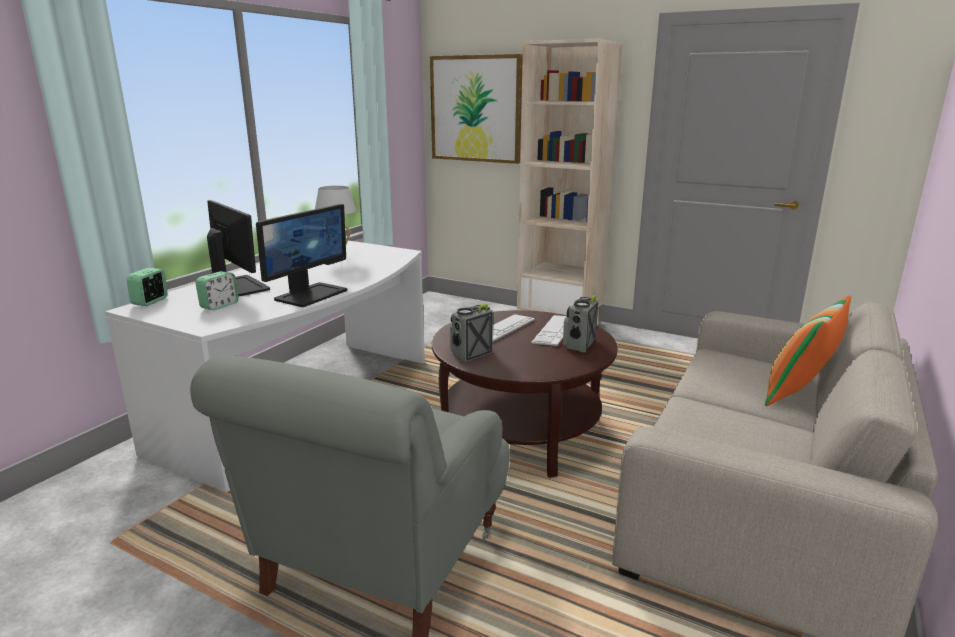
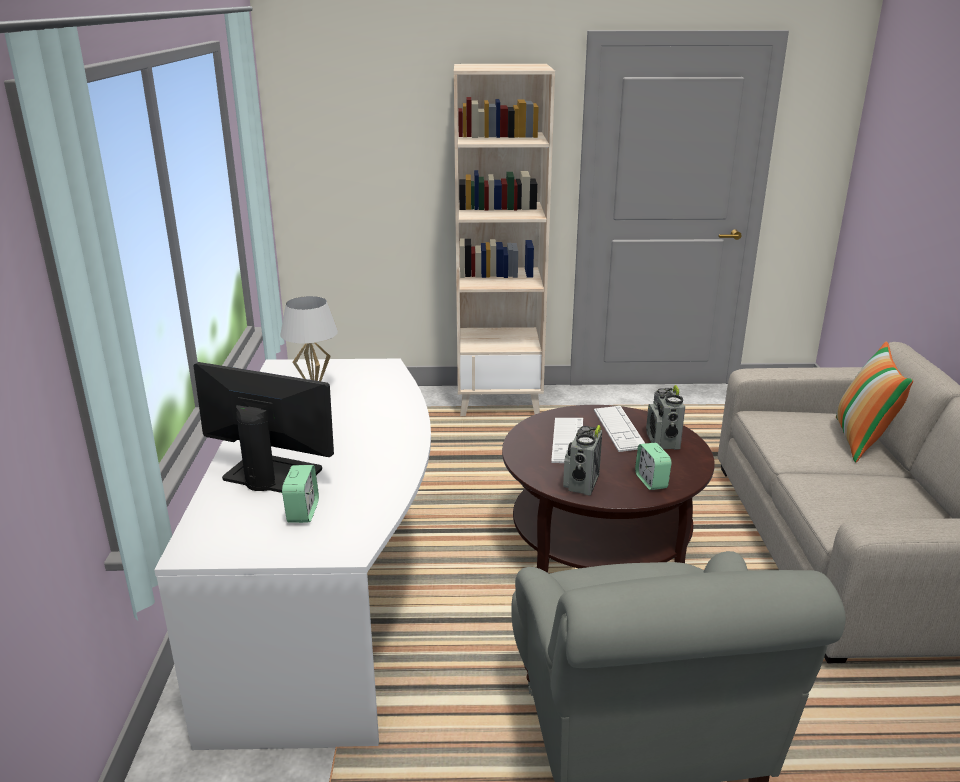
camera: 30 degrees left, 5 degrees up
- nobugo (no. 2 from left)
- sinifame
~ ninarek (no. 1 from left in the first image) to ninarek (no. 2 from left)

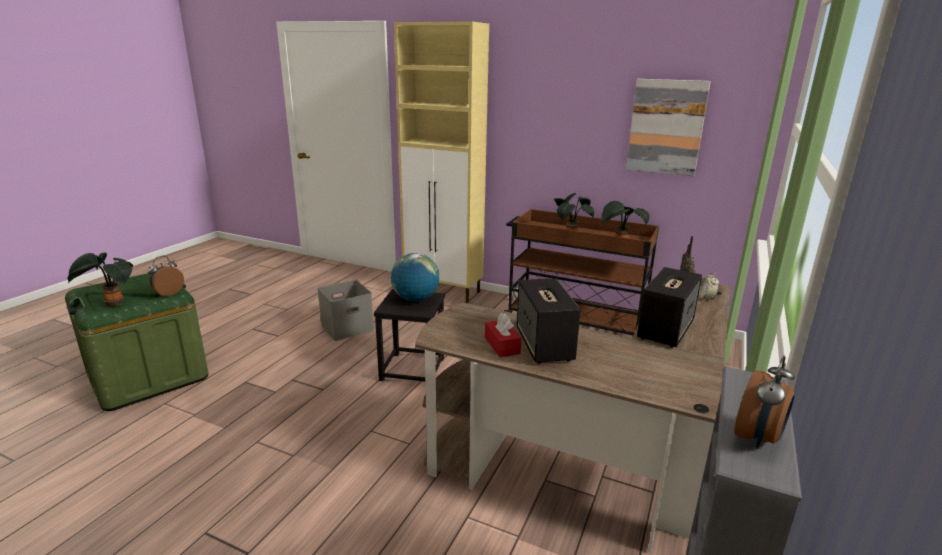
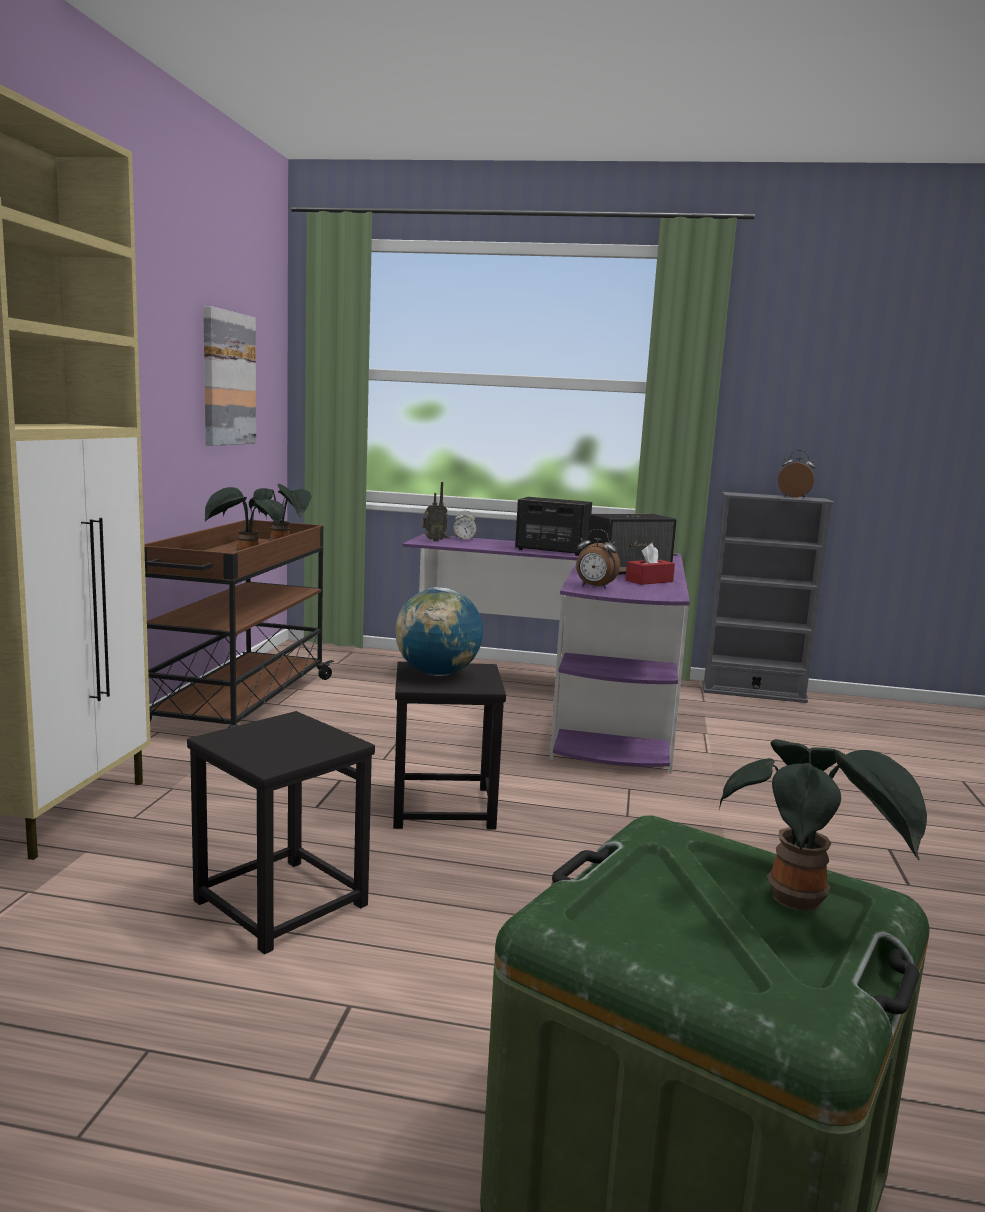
camera: 105 degrees left, 10 degrees down
~ ninarek (no. 1 from left in the first image) to ninarek (no. 2 from left)
~ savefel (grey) to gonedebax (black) (no. 1 from left)
~ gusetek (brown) to gusetek (purple)

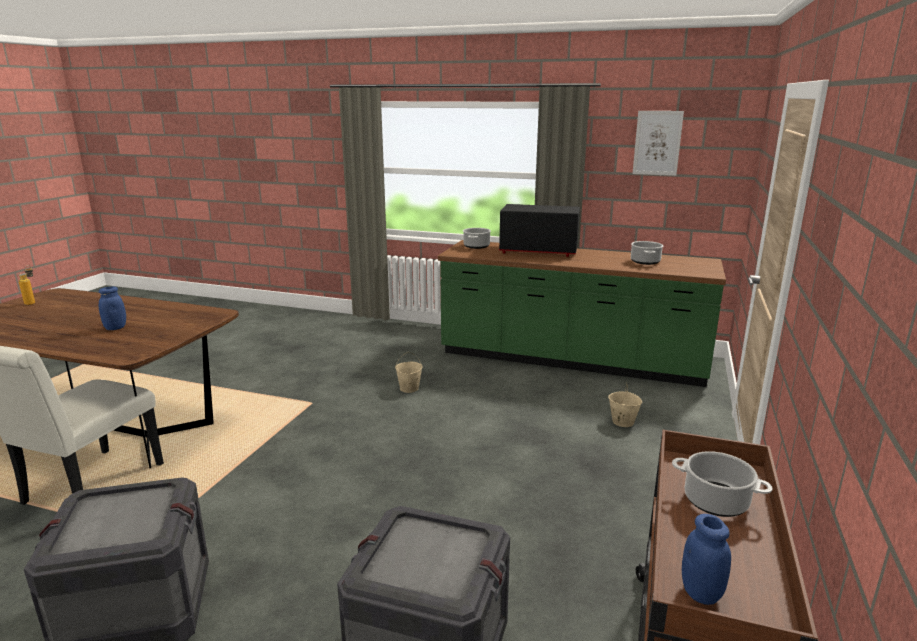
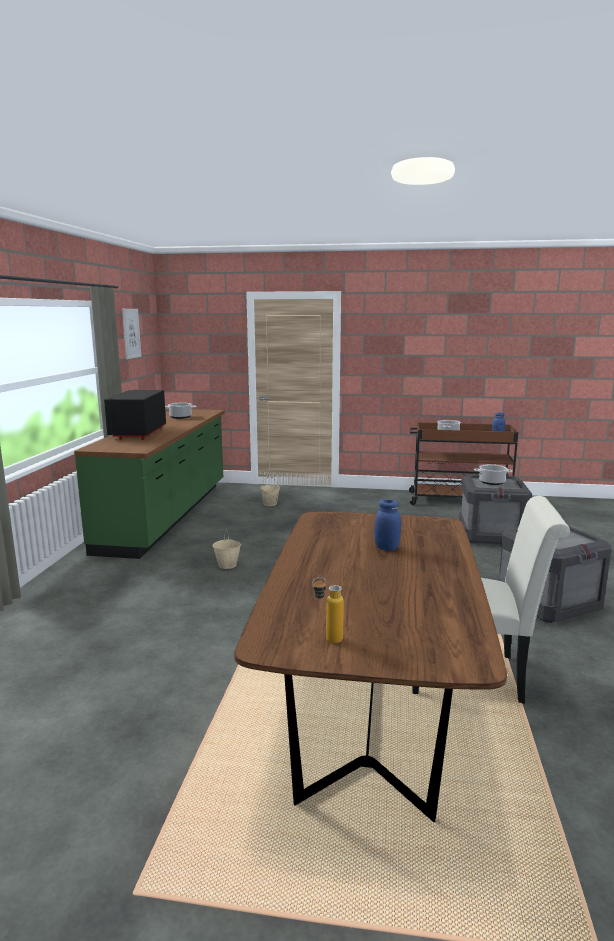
camera: 100 degrees left, 5 degrees down
~ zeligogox (no. 1 from left in the first image) to zeligogox (no. 3 from left)

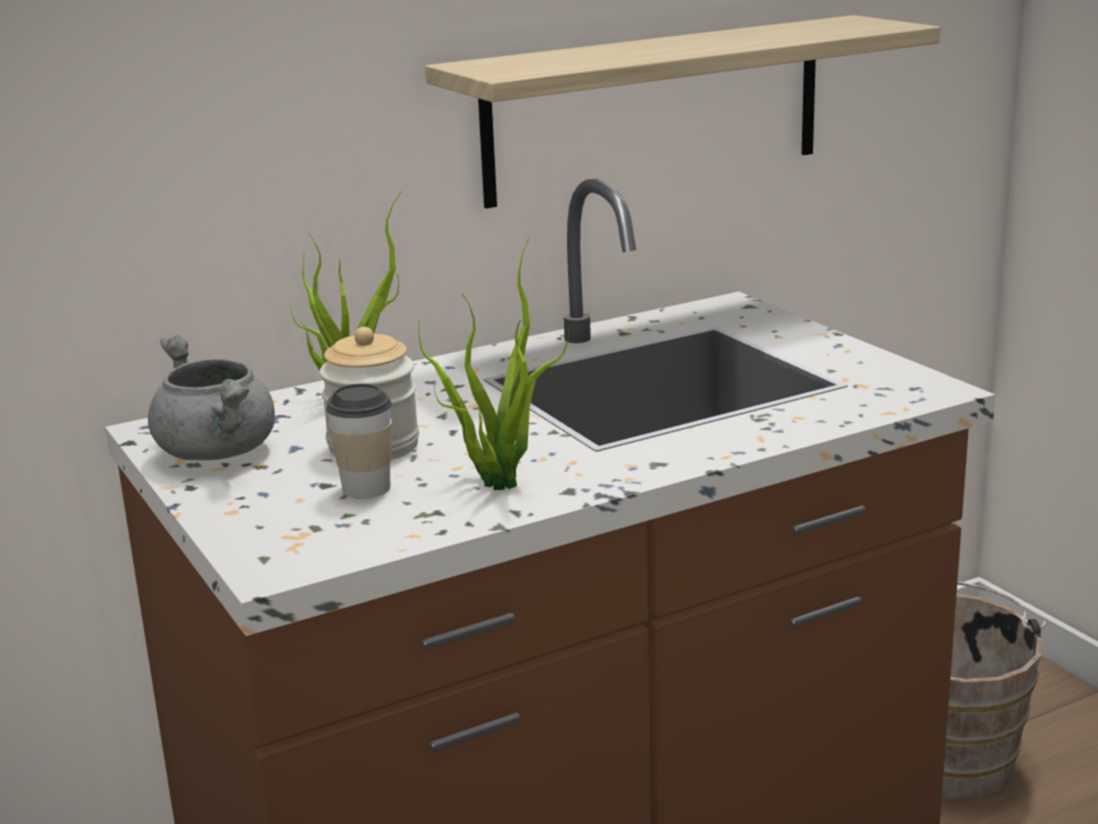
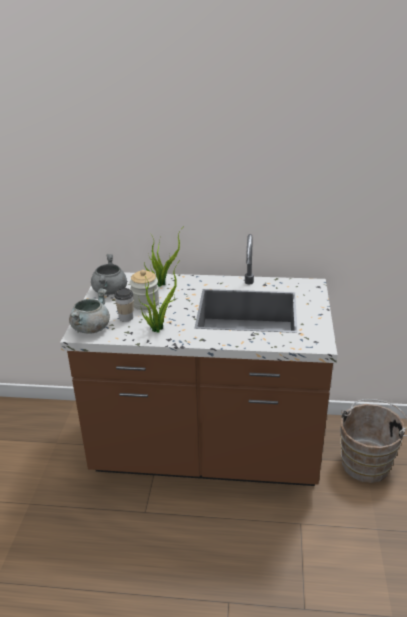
camera: 35 degrees right, 10 degrees up
- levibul
+ zeligogox (grey) (no. 1 from left)

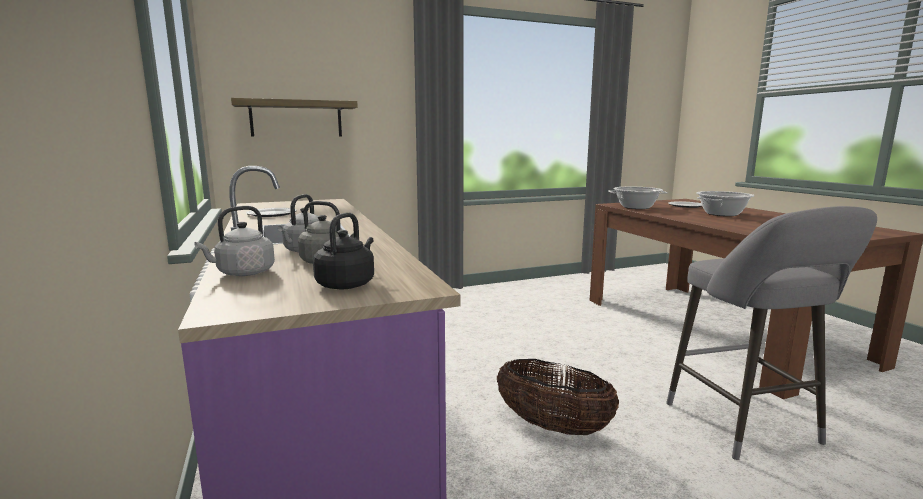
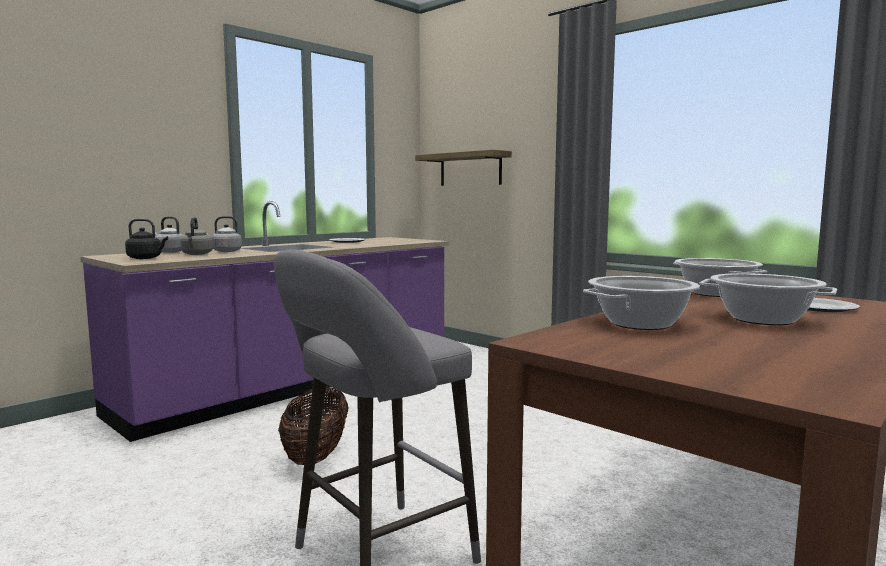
camera: 65 degrees right, 5 degrees down
+ zeligogox (no. 1 from left)

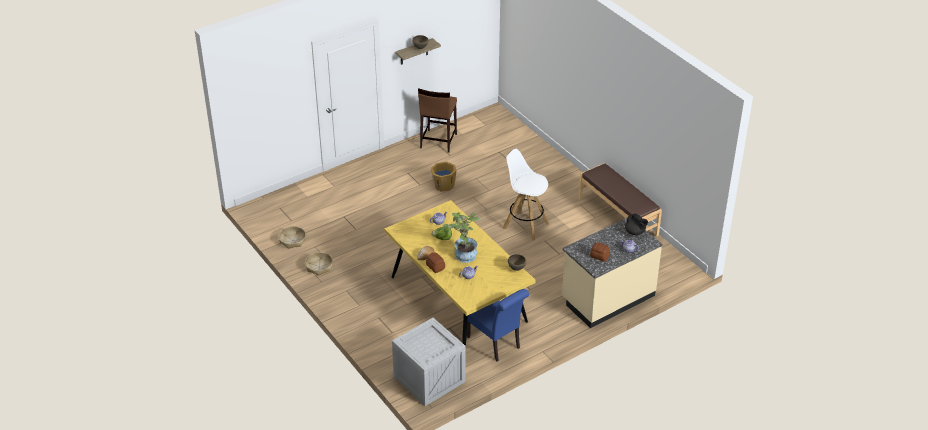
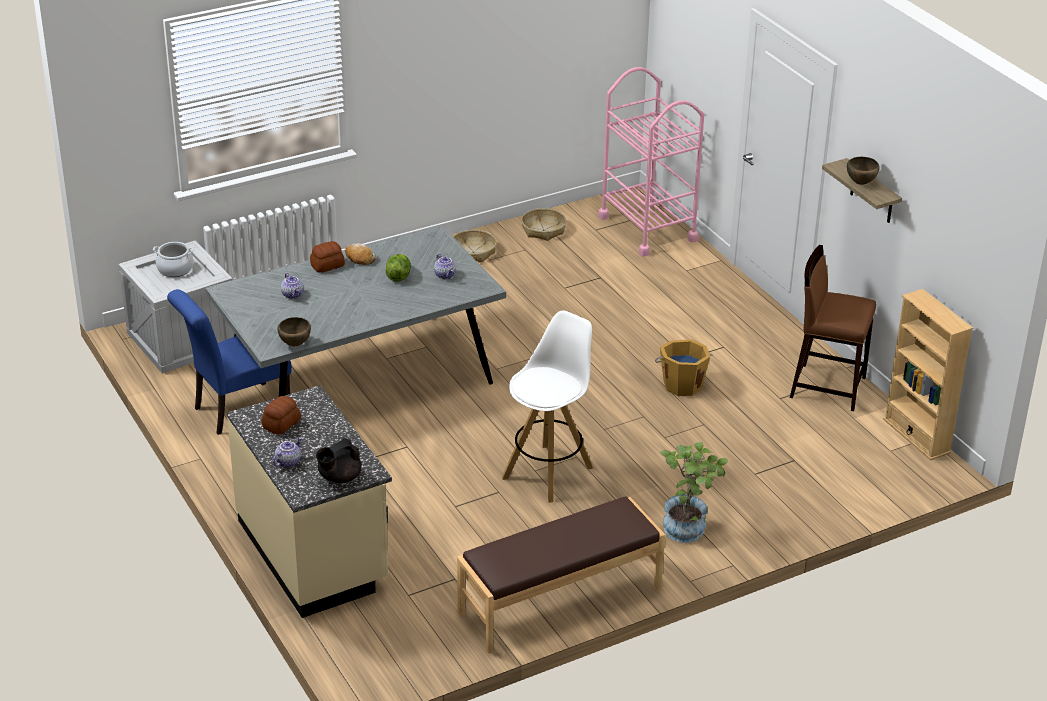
camera: 95 degrees right, 5 degrees down
+ zeligogox
+ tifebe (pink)
+ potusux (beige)
~ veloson
~ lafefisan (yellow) to lafefisan (grey)

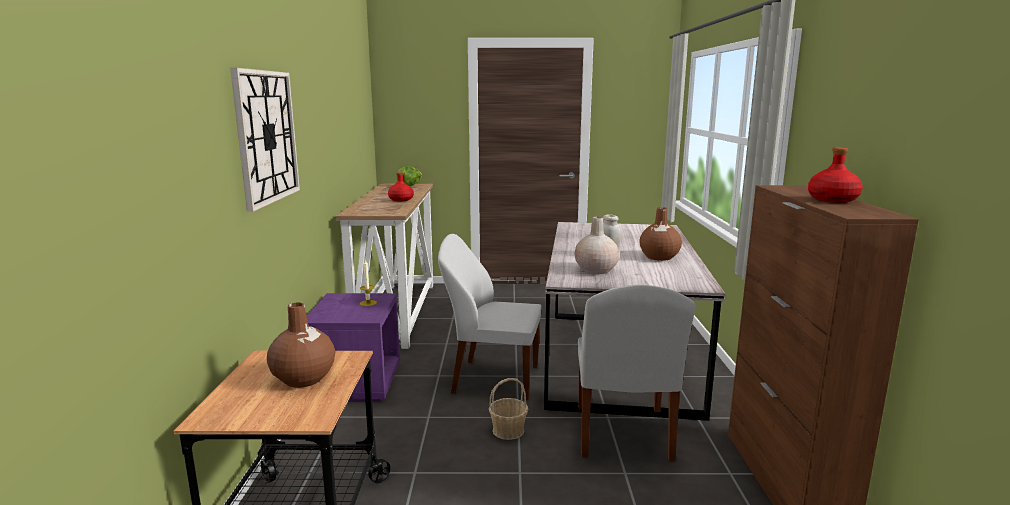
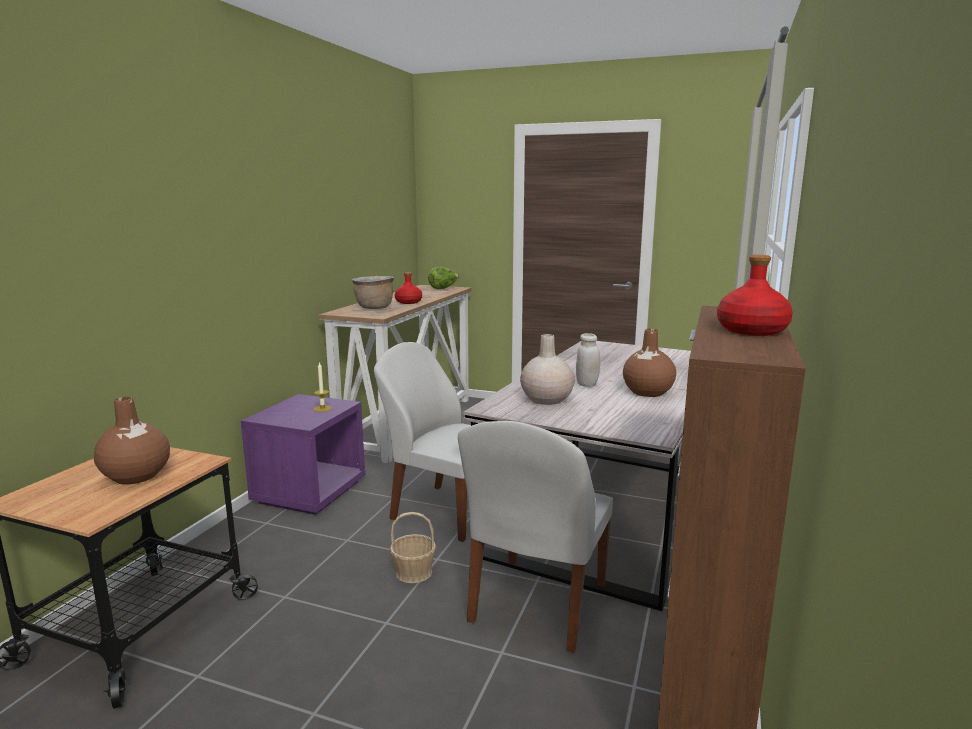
camera: 20 degrees right, 0 degrees up
- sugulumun
+ zeligogox (brown)

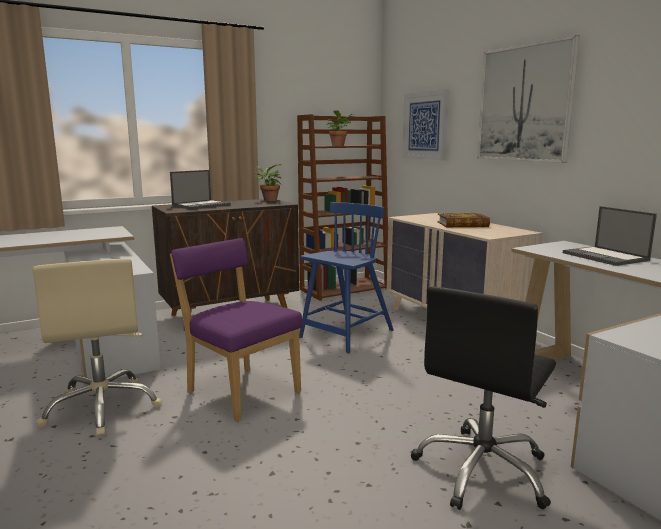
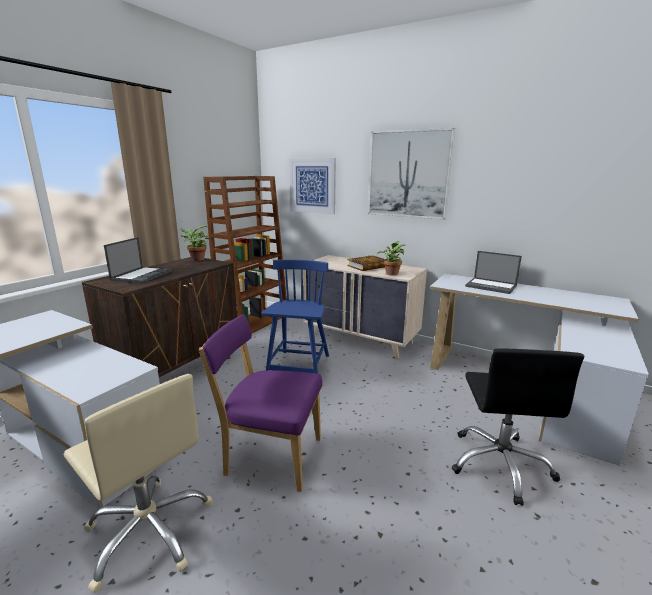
camera: 30 degrees left, 5 degrees up
~ veloson (no. 2 from left)

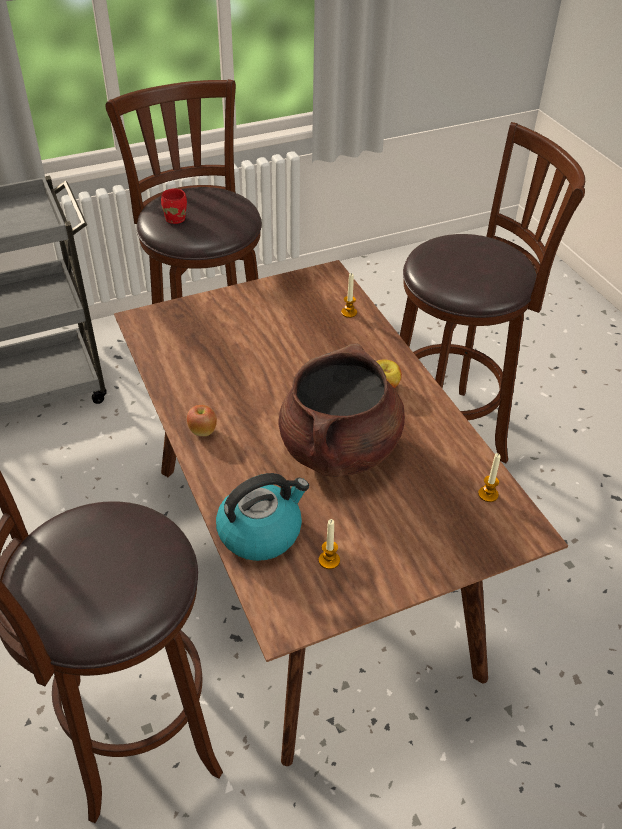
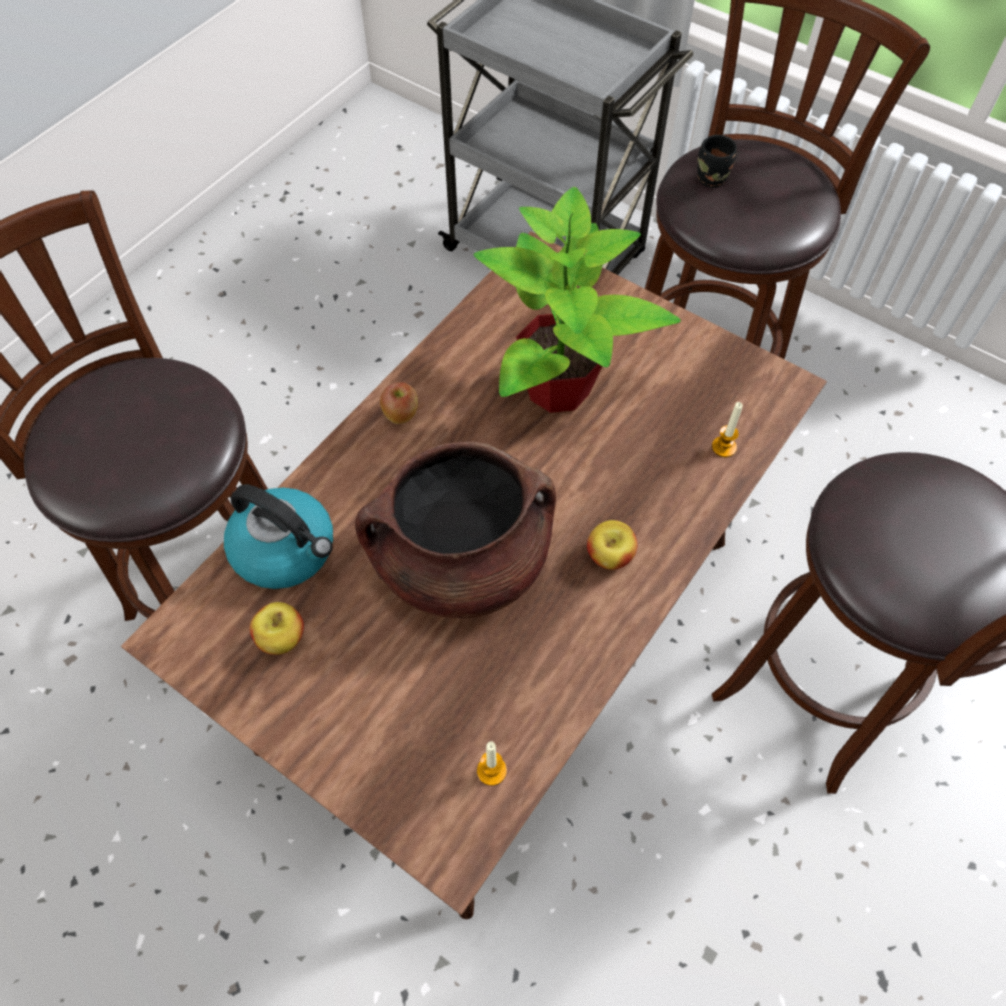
camera: 60 degrees right, 15 degrees up
+ veloson
~ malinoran (no. 1 from left) to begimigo (no. 1 from left)
~ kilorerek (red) to kilorerek (black)

